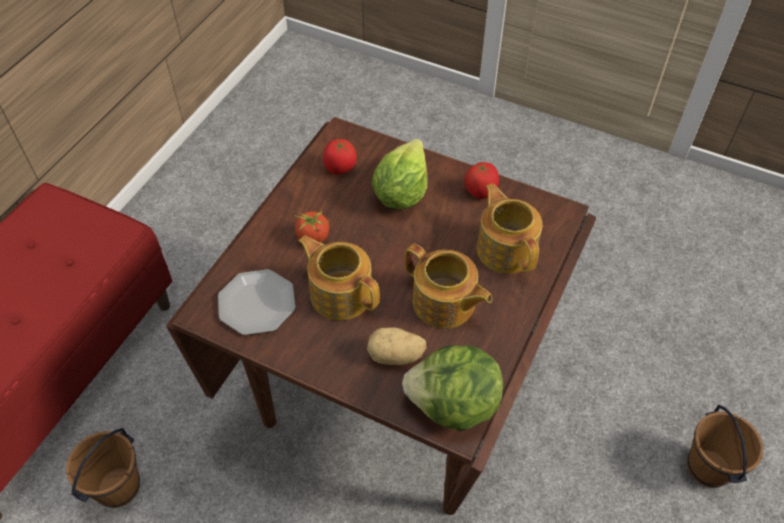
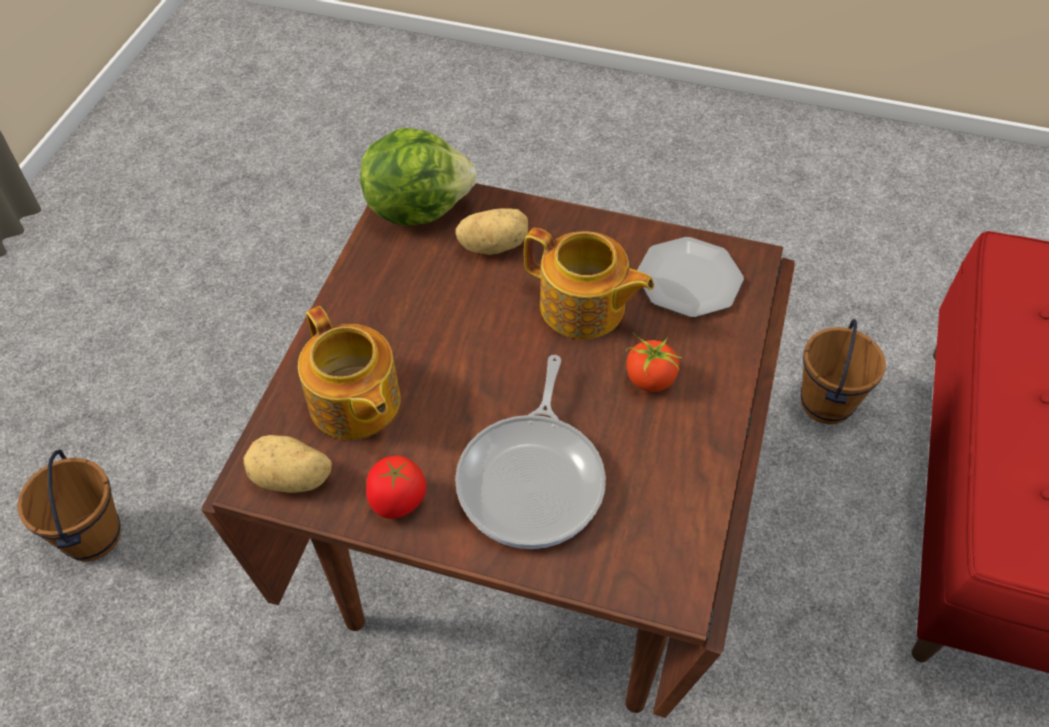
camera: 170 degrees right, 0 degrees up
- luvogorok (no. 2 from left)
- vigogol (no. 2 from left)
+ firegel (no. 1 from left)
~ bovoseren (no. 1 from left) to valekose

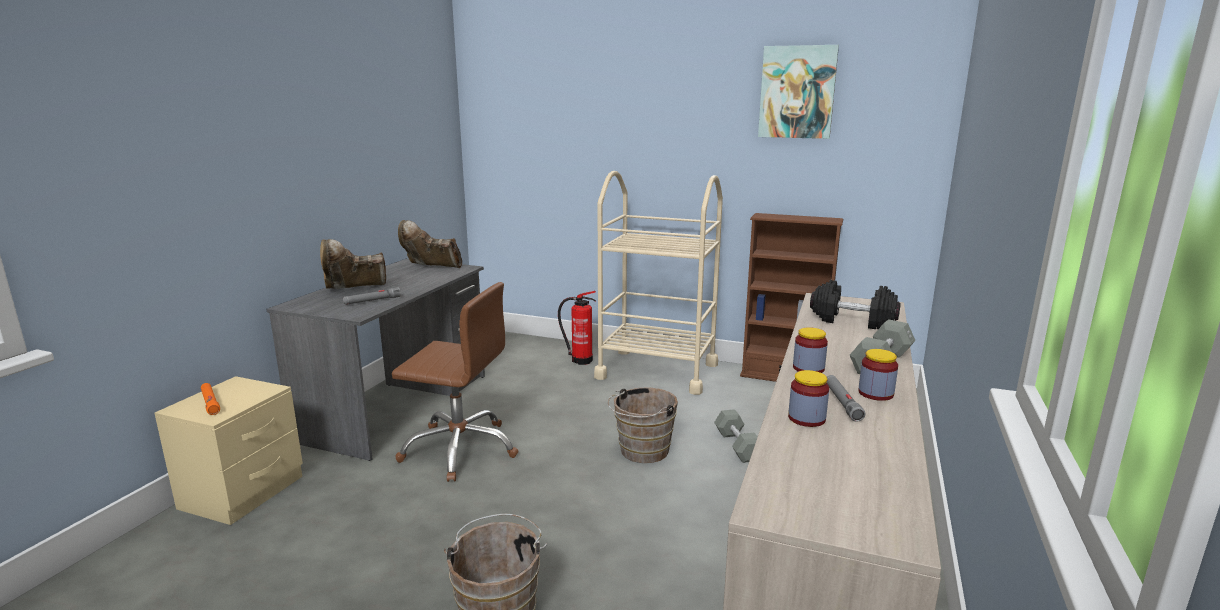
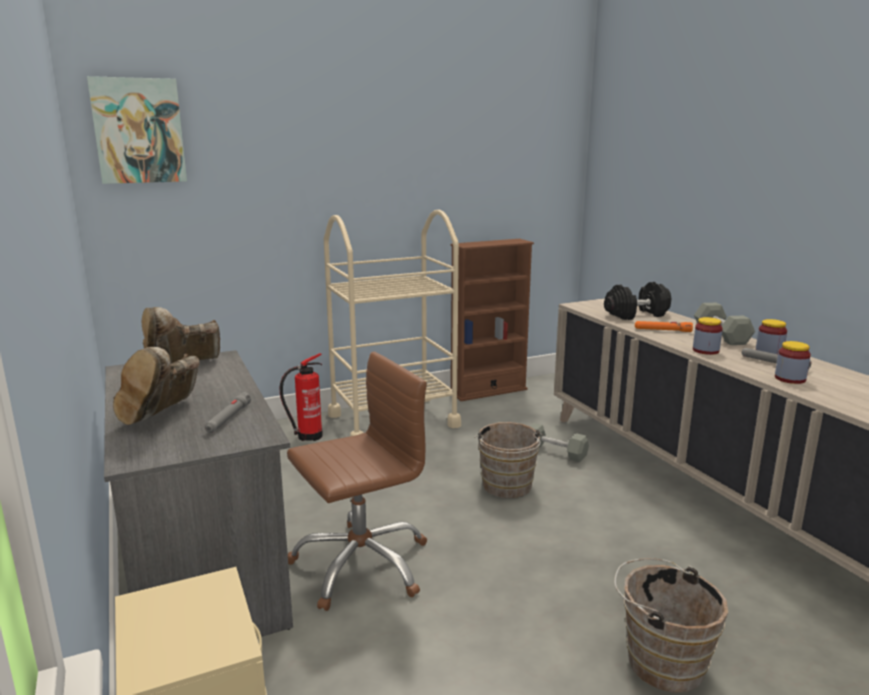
camera: 45 degrees left, 0 degrees up
~ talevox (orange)
~ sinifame

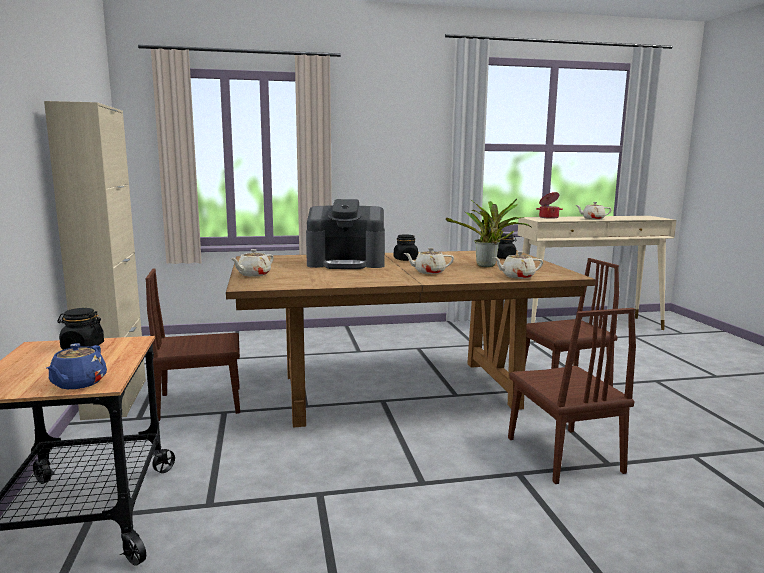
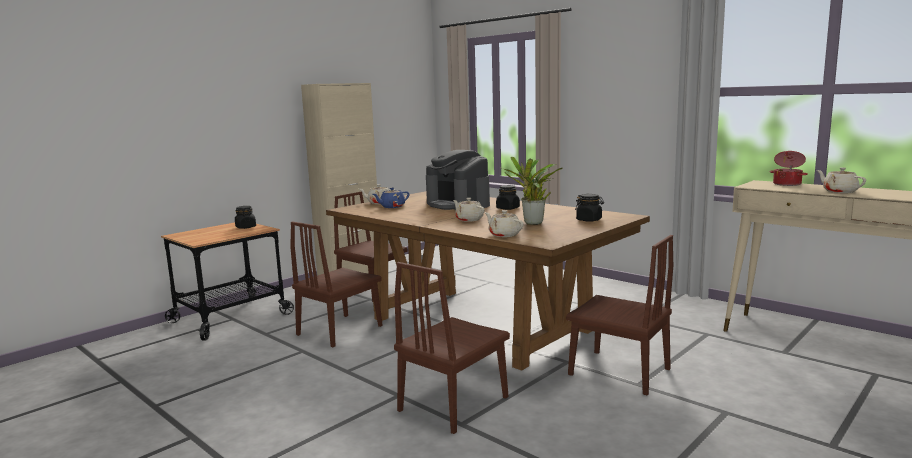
camera: 55 degrees right, 0 degrees up
+ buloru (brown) (no. 1 from left)
~ vigogol (blue)

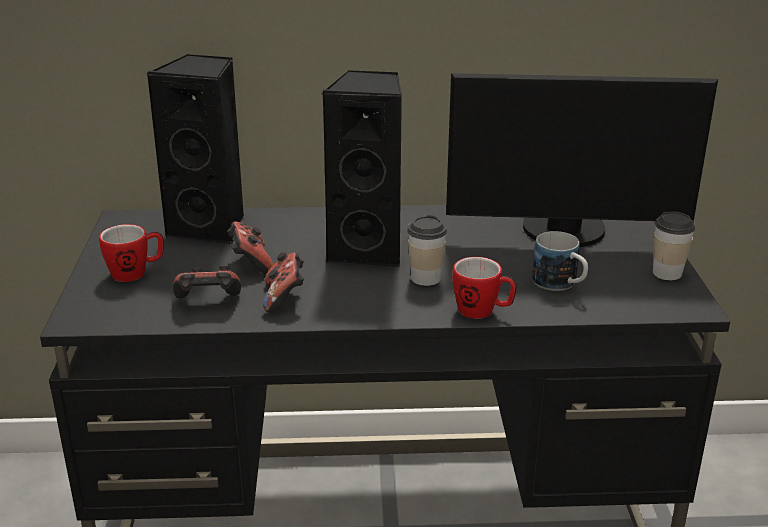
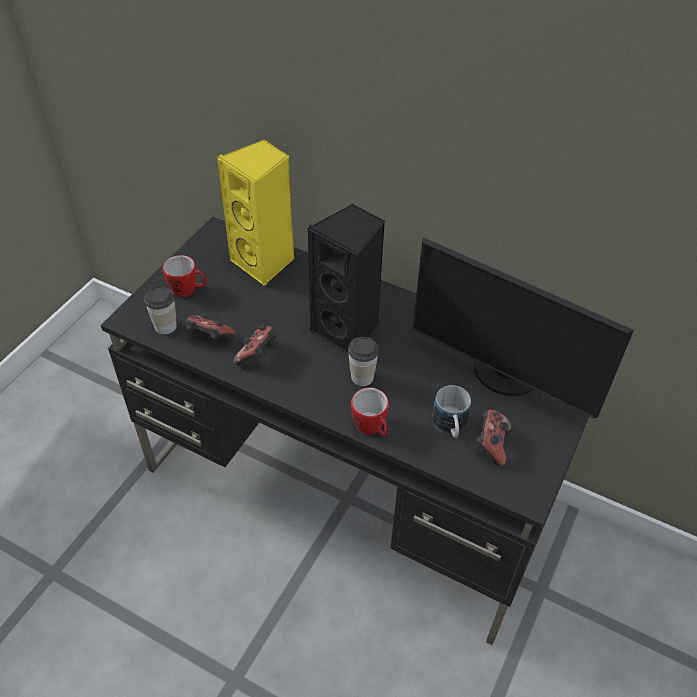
camera: 30 degrees right, 20 degrees up
~ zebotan (no. 2 from left in the first image) to zebotan (no. 3 from left)
~ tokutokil (no. 2 from left in the first image) to tokutokil (no. 1 from left)
~ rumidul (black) (no. 1 from left) to rumidul (yellow)

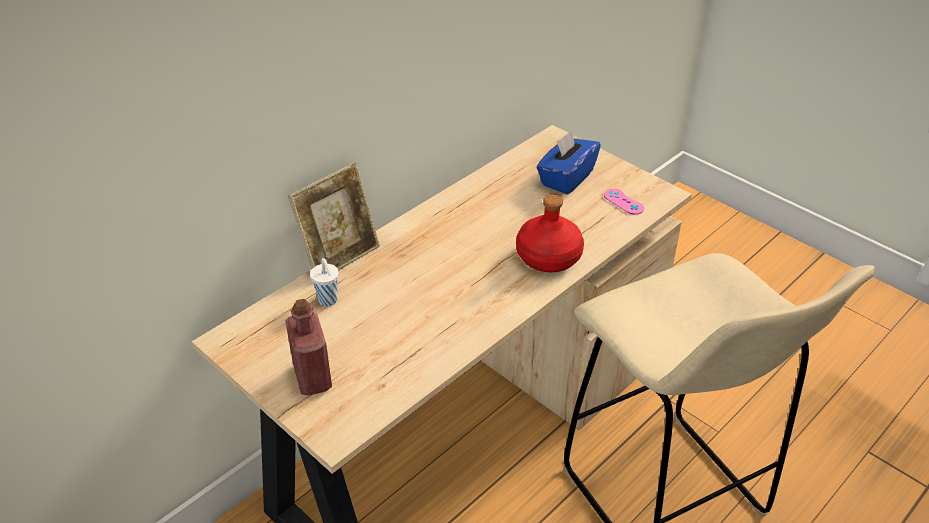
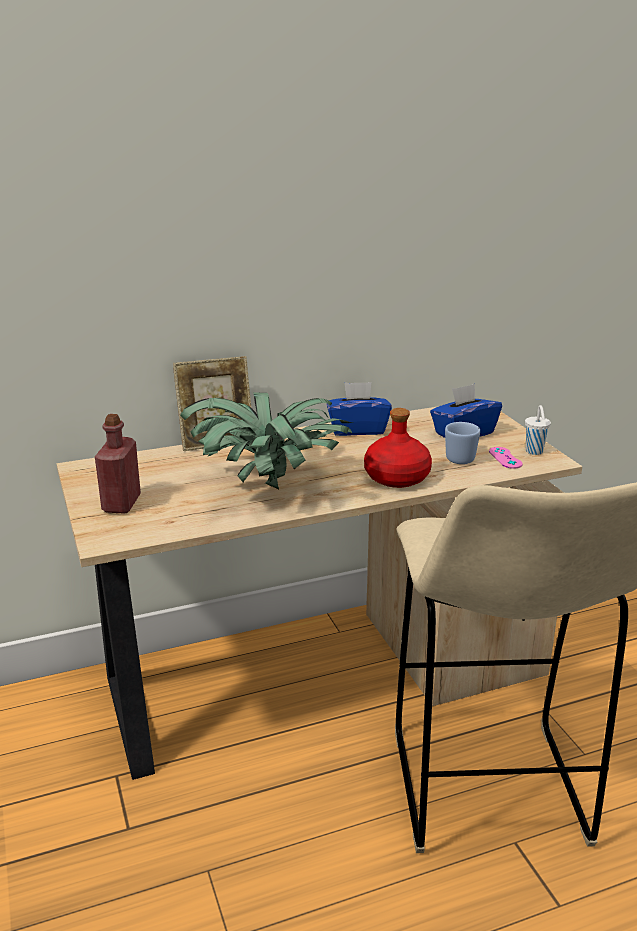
camera: 25 degrees right, 15 degrees down
+ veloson
+ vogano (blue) (no. 1 from left)
+ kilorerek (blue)
~ tokutokil (white)

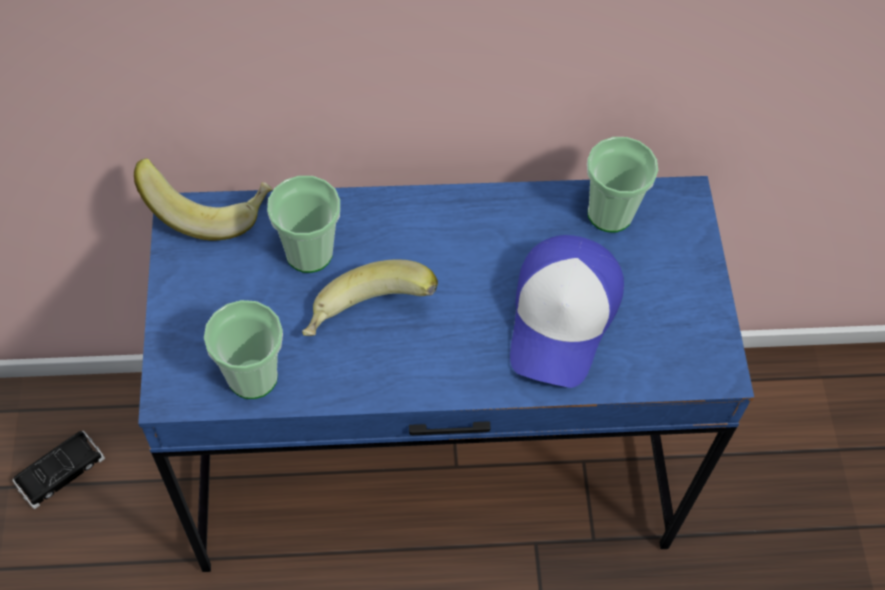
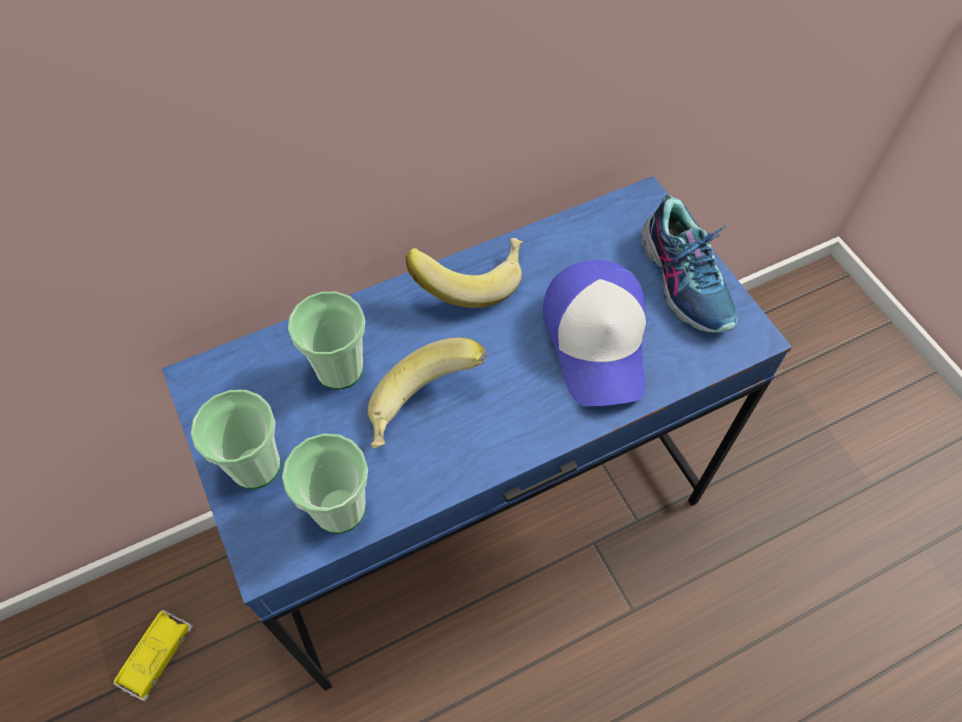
camera: 20 degrees left, 0 degrees up
+ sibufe
~ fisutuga (no. 1 from left in the first image) to fisutuga (no. 2 from left)
~ tokutokil (no. 3 from left in the first image) to tokutokil (no. 1 from left)
~ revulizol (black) to revulizol (yellow)

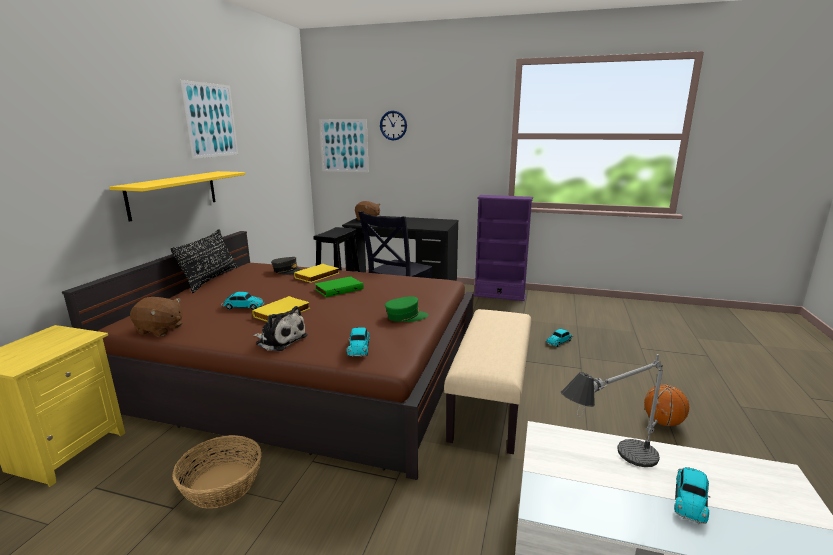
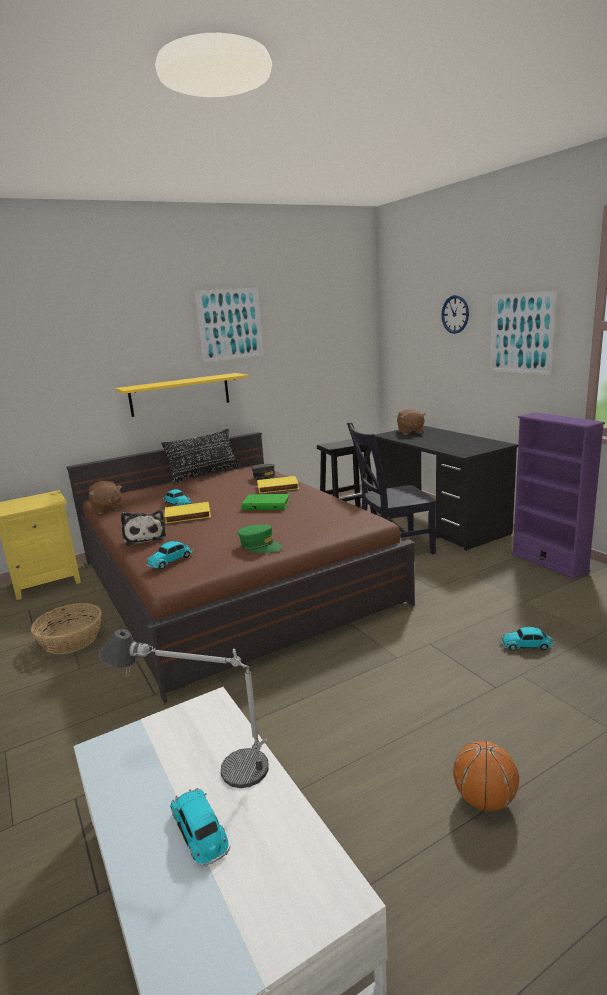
camera: 45 degrees right, 0 degrees up
- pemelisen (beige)
~ sinifame (no. 2 from left)
~ revulizol (no. 4 from left in the first image) 75 degrees clockwise

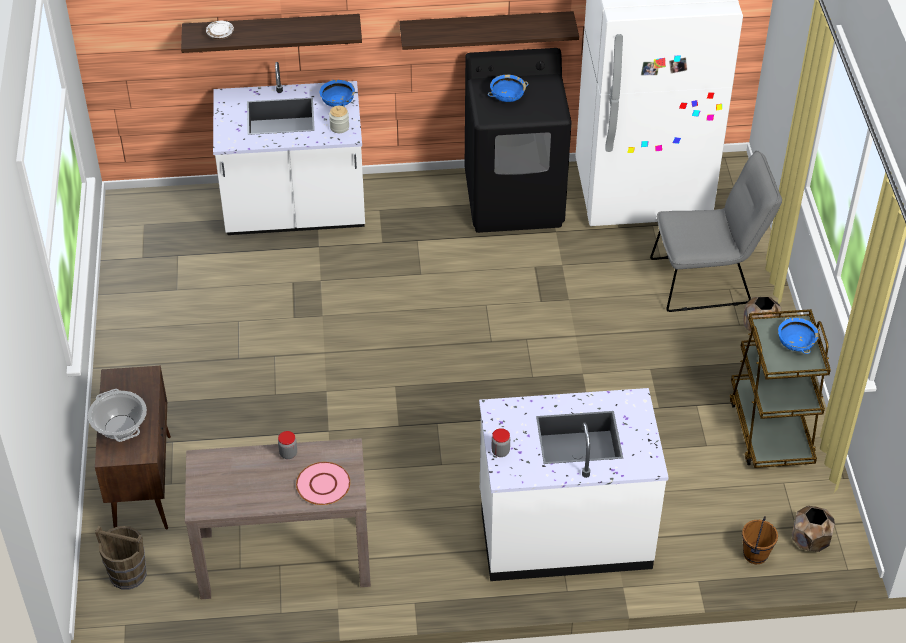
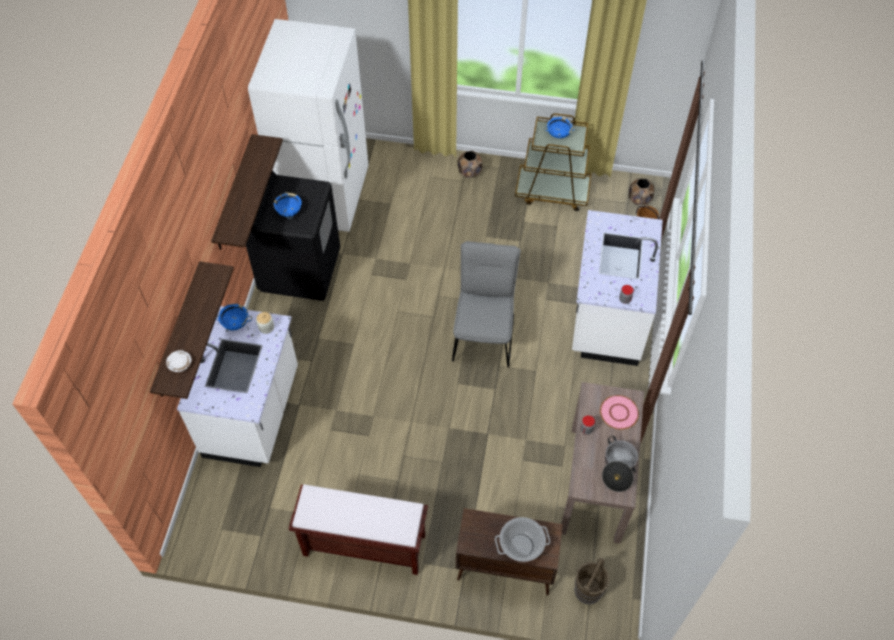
camera: 75 degrees left, 10 degrees up
+ pemelisen (brown)
+ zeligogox (no. 2 from left)
~ buloru (grey)

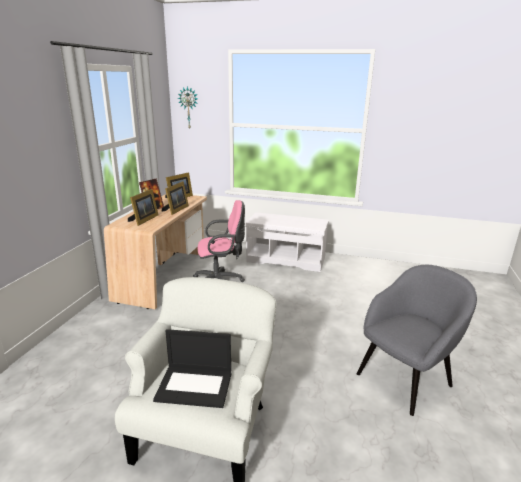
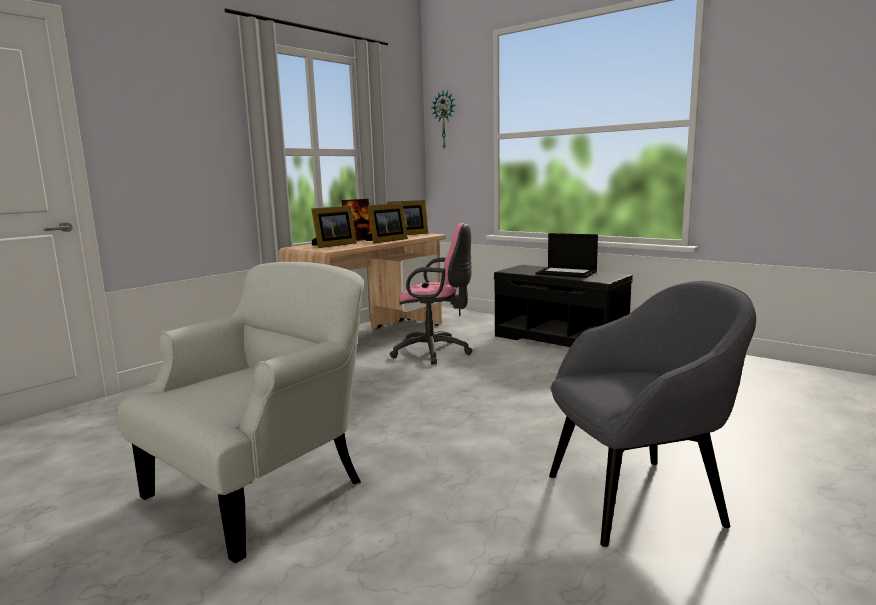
camera: 25 degrees right, 10 degrees down
~ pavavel
~ pemelisen (white) to pemelisen (black)

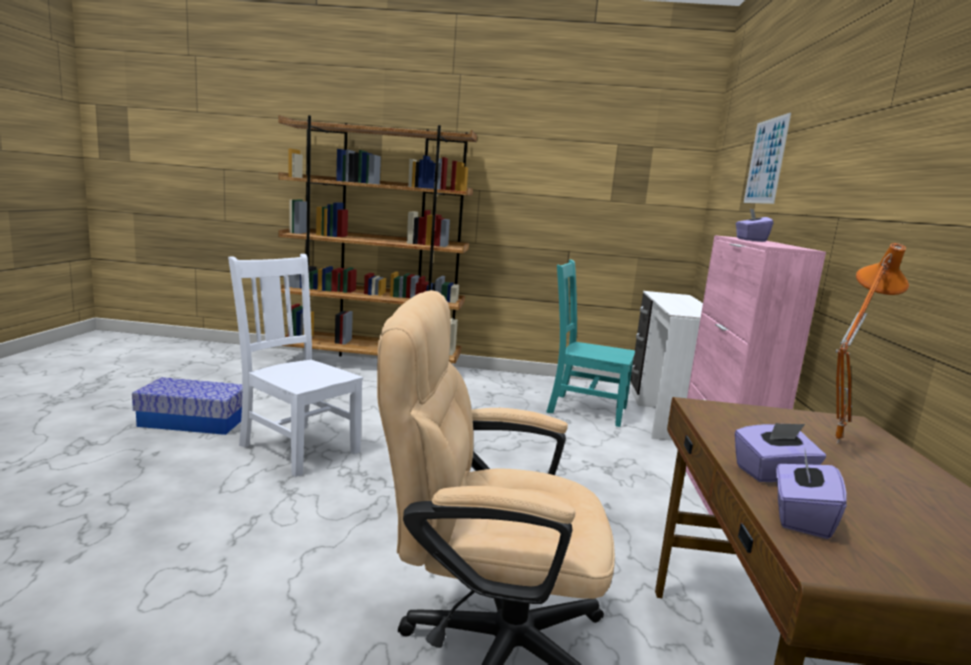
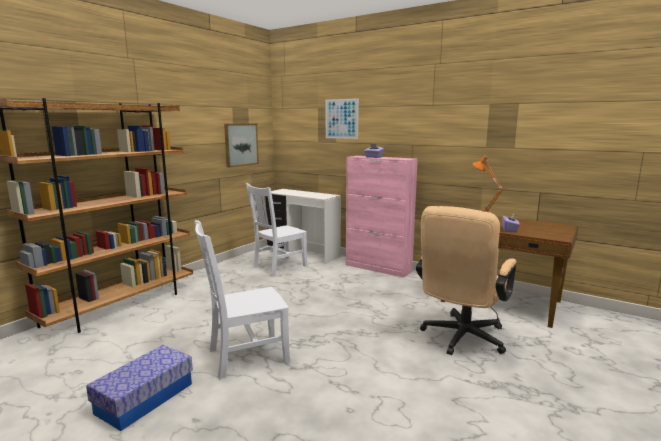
camera: 60 degrees left, 0 degrees up
- vogano (purple) (no. 3 from left)
+ sinifame (no. 1 from left)
~ buloru (turquoise) to buloru (white) (no. 2 from left)

